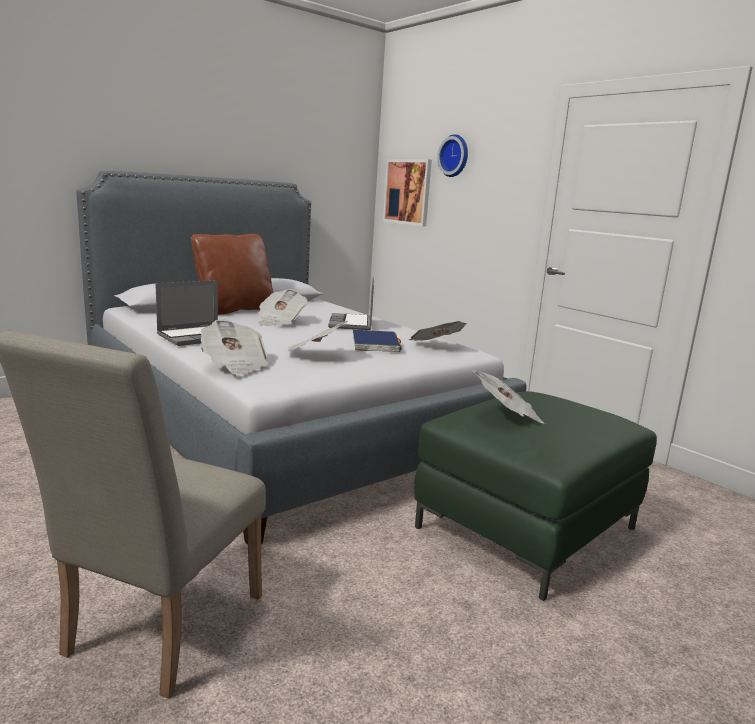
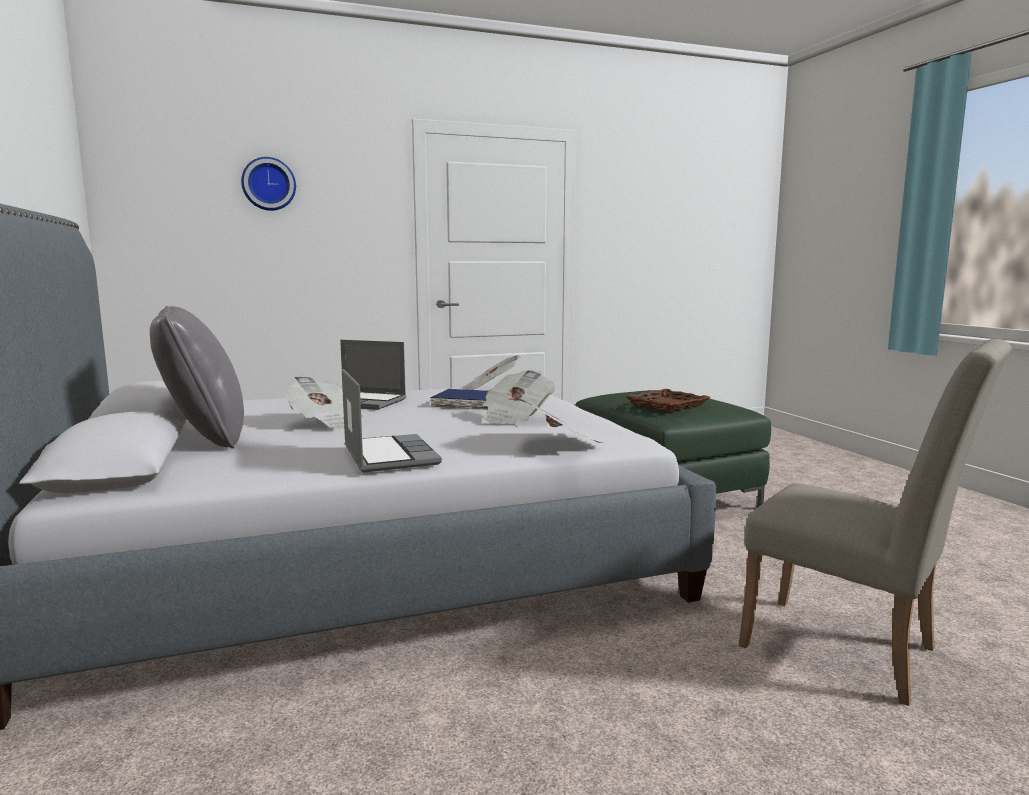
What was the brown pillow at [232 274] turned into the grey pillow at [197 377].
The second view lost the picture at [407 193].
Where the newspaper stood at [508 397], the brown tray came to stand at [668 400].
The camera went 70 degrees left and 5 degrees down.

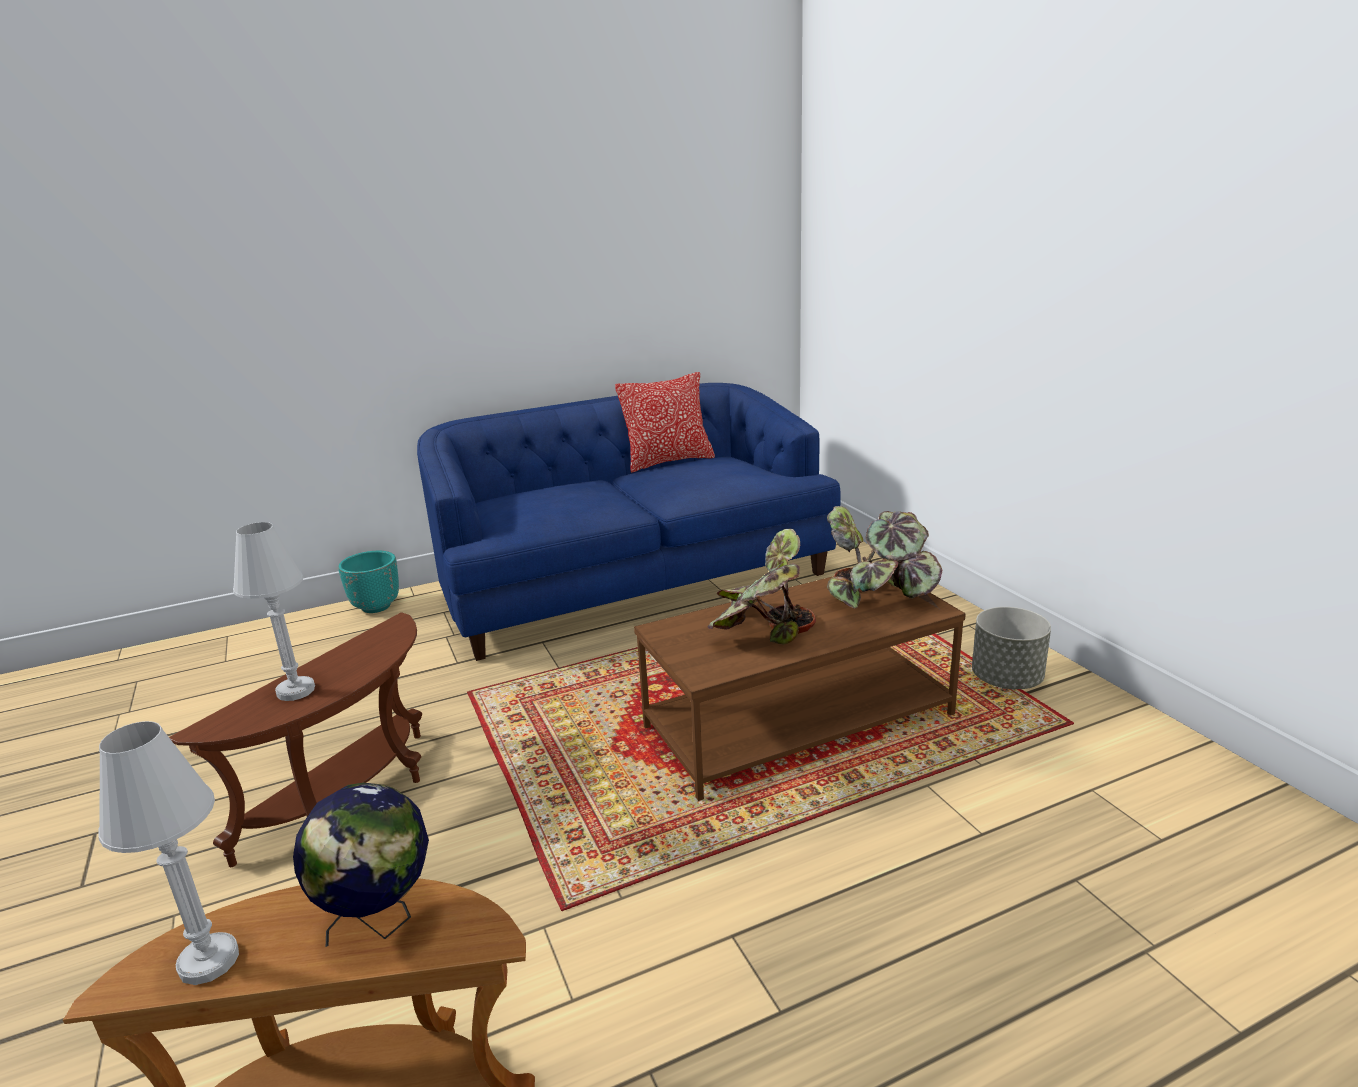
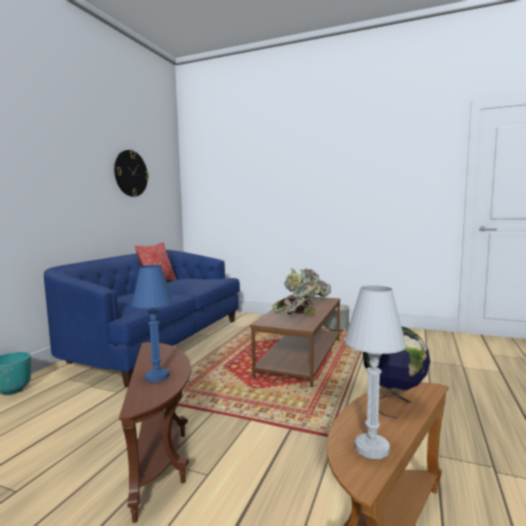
What was the white table lamp at [274 611] turned into the blue table lamp at [152 323].
The second view gained the wall clock at [131 173].
The camera went 45 degrees left and 15 degrees down.

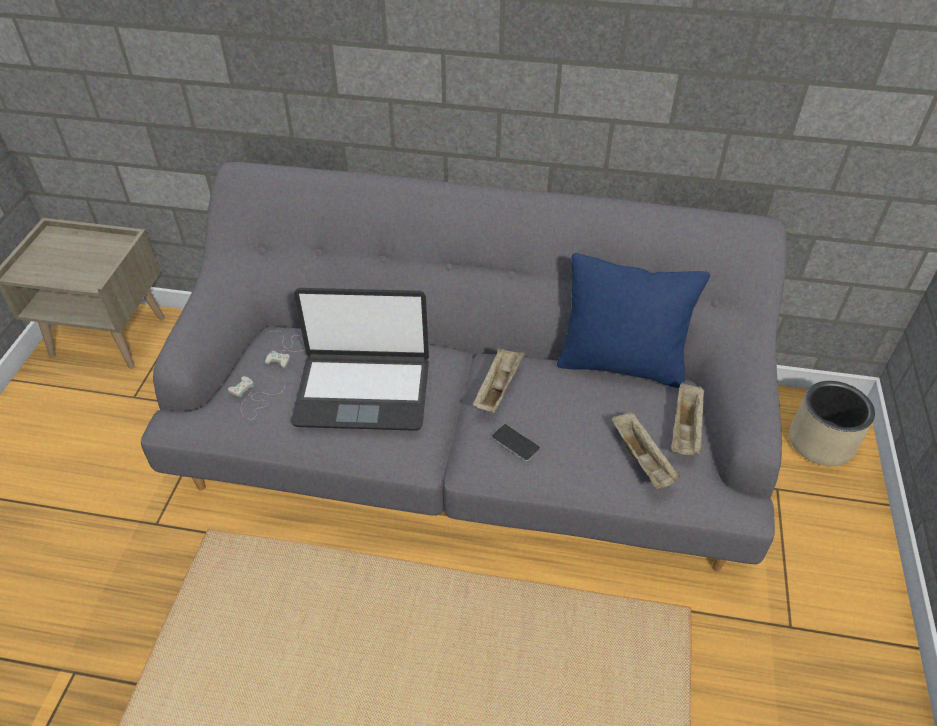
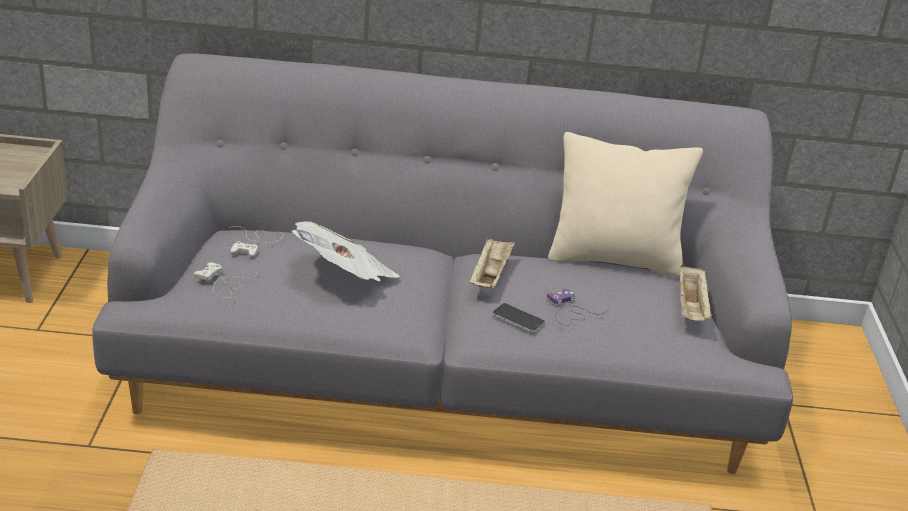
Where the laptop stood at [360 359], the newspaper came to stand at [345 251].
What was the blue pillow at [633 320] turned into the beige pillow at [625 204].
The second view lost the beige tray at [646 450].
The second view lost the beige planter at [832 423].
The second view gained the purple game controller at [577 307].
The camera went 10 degrees left and 15 degrees down.

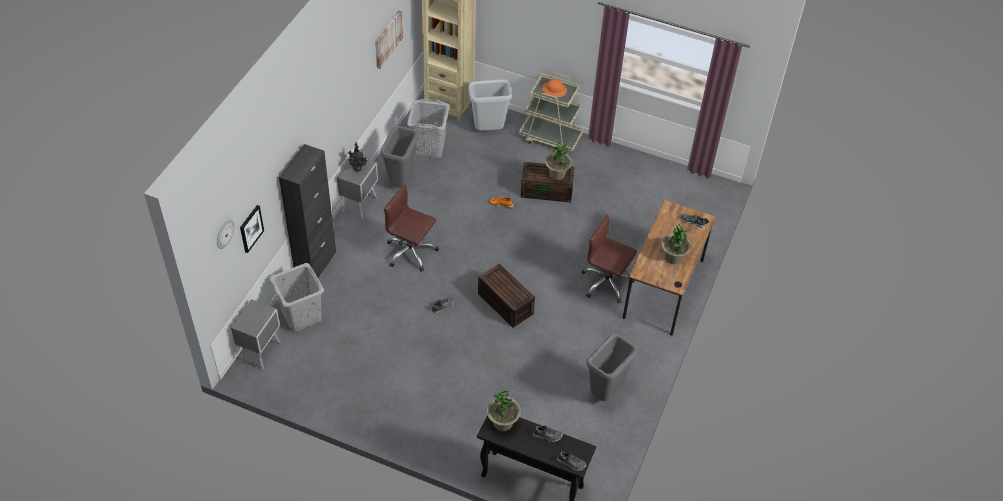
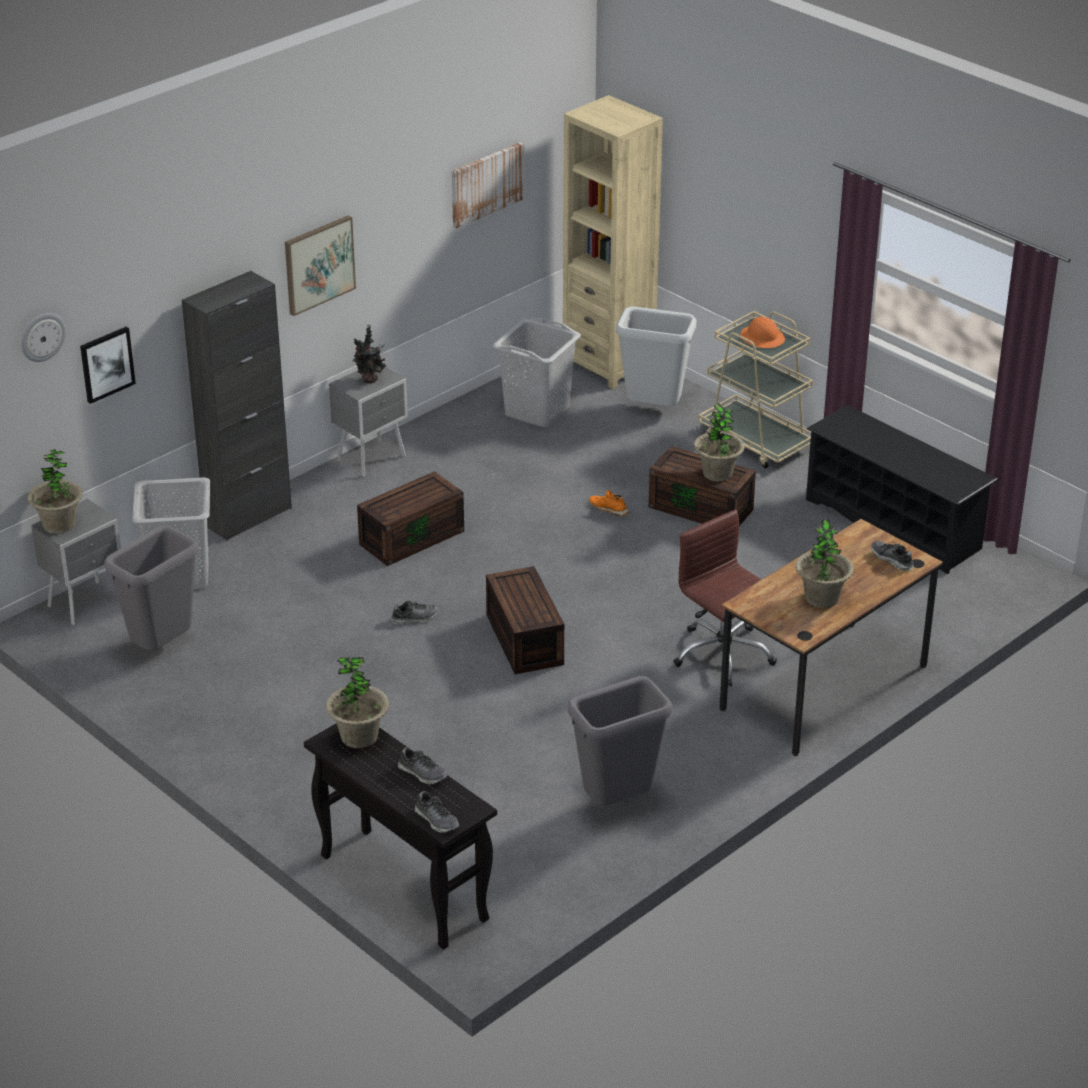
The grey trash can ended up elsewhere, having gone from [399 156] to [151 587].
Where the brown office chair stood at [411 228], the brown storage box came to stand at [410 518].
The second view gained the potted plant at [55 491].
The second view gained the picture at [320 265].
The second view gained the black shoe rack at [902 489].
The camera went 25 degrees right and 15 degrees down.

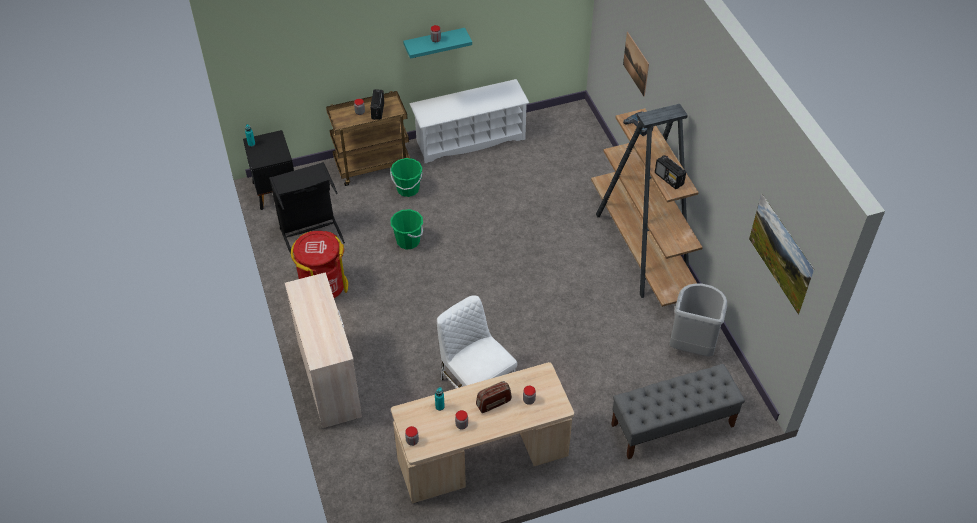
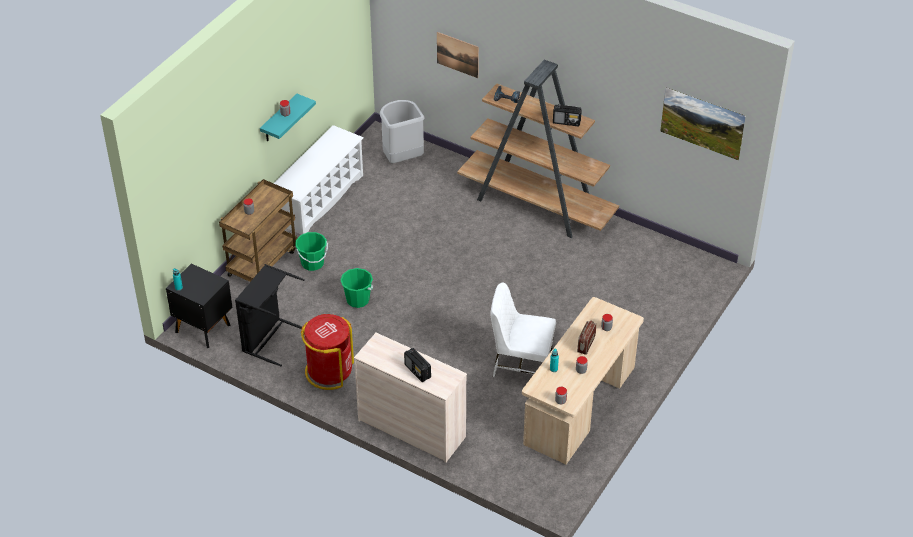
The radio ended up elsewhere, having gone from [377 104] to [417 365].
The second view lost the grey bench at [678 411].
The grey trash can ended up elsewhere, having gone from [698 320] to [402 131].
The camera went 40 degrees left and 5 degrees down.

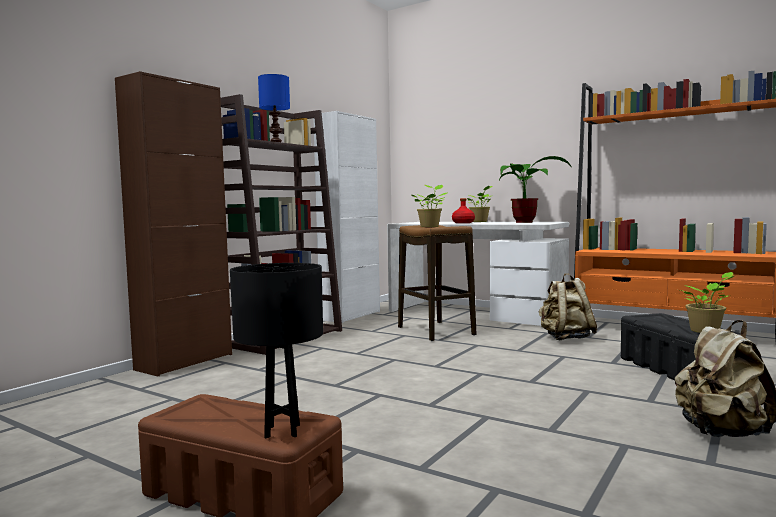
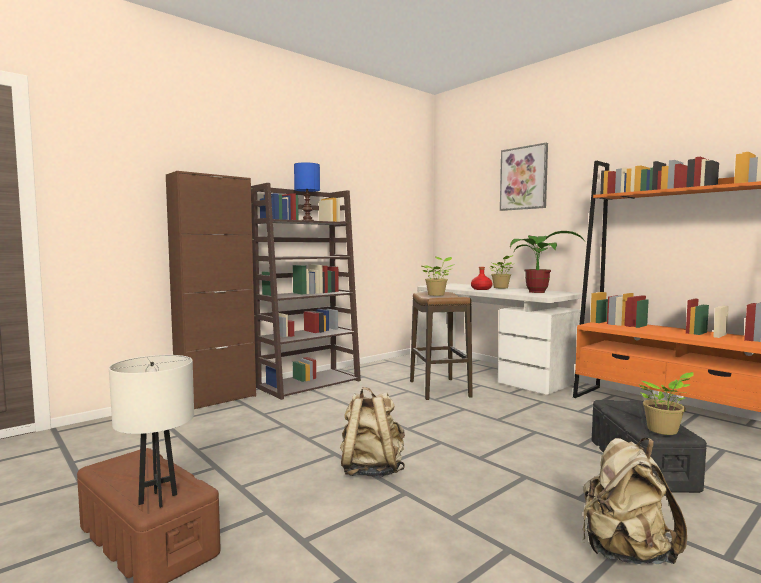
What was the black table lamp at [276 350] turned into the white table lamp at [151 431].
The second view lost the white cabinet at [346 217].
The beige backpack ended up elsewhere, having gone from [568 306] to [372 432].
The second view gained the picture at [524 177].
The camera went 15 degrees right and 0 degrees up.

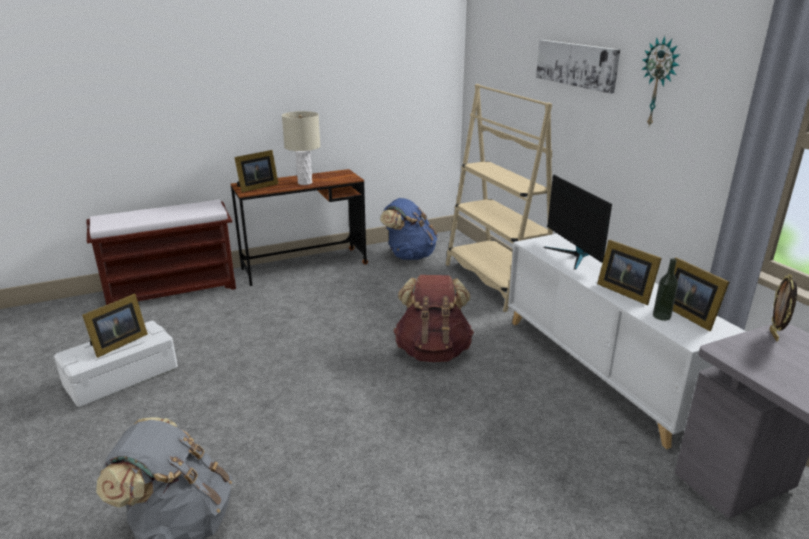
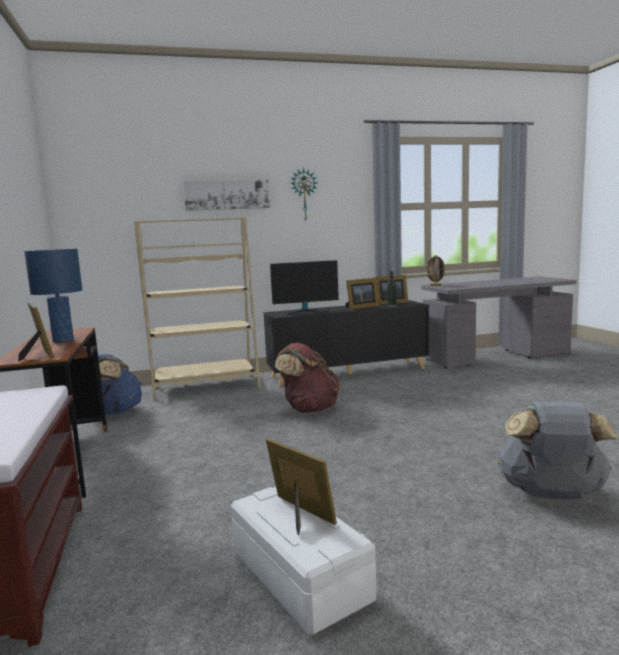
What was the beige table lamp at [301 148] turned into the blue table lamp at [53 296].
What was the white cabinet at [627 341] turned into the black cabinet at [346 343].
The camera went 80 degrees left and 15 degrees down.

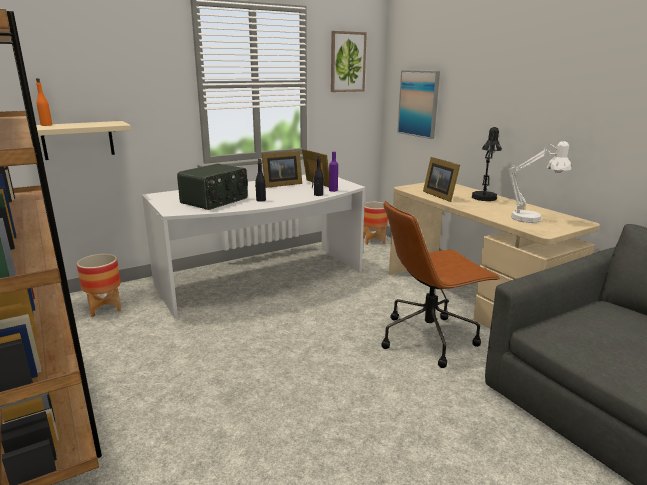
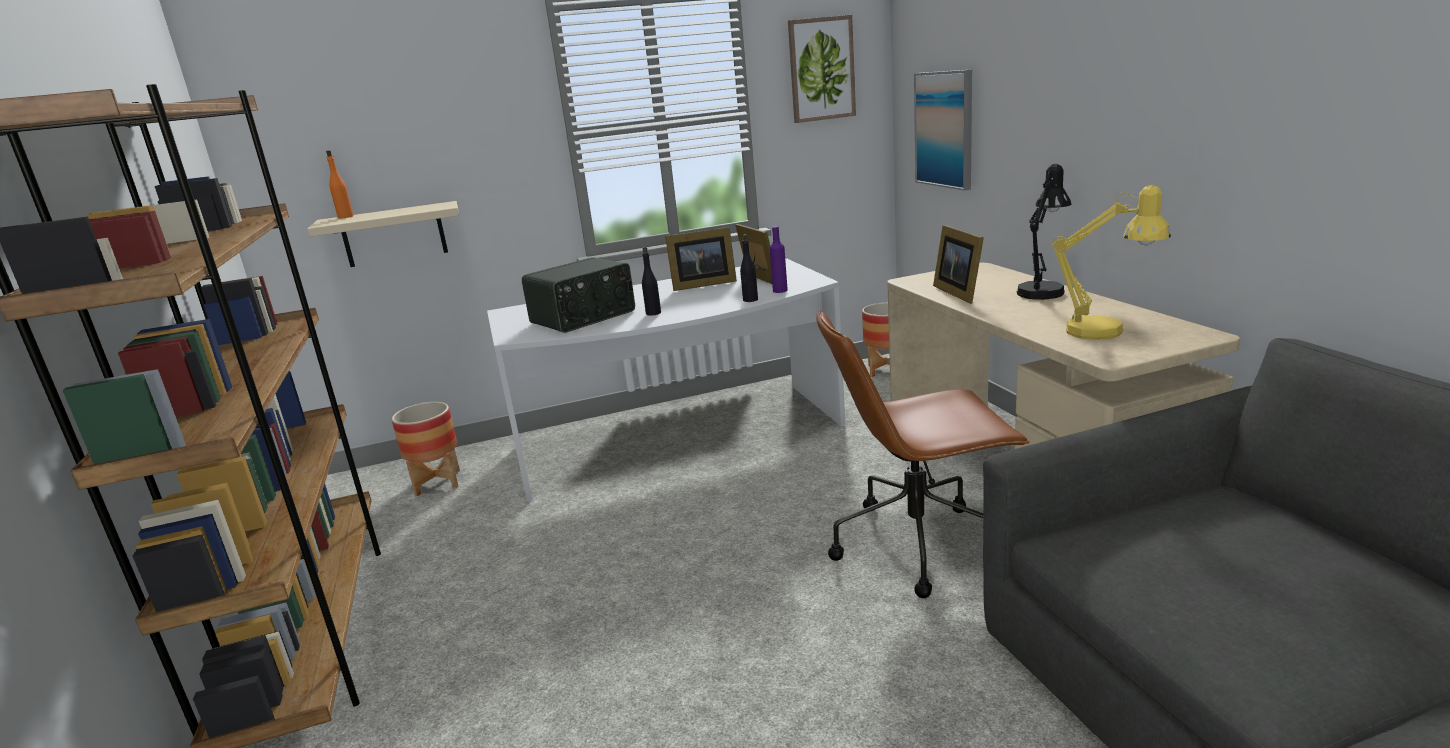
What was the white table lamp at [539 182] turned into the yellow table lamp at [1111 262].
The camera went 15 degrees right and 0 degrees up.

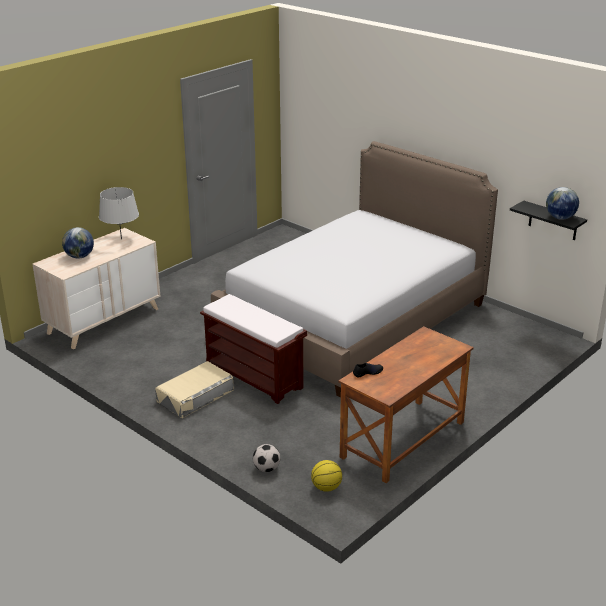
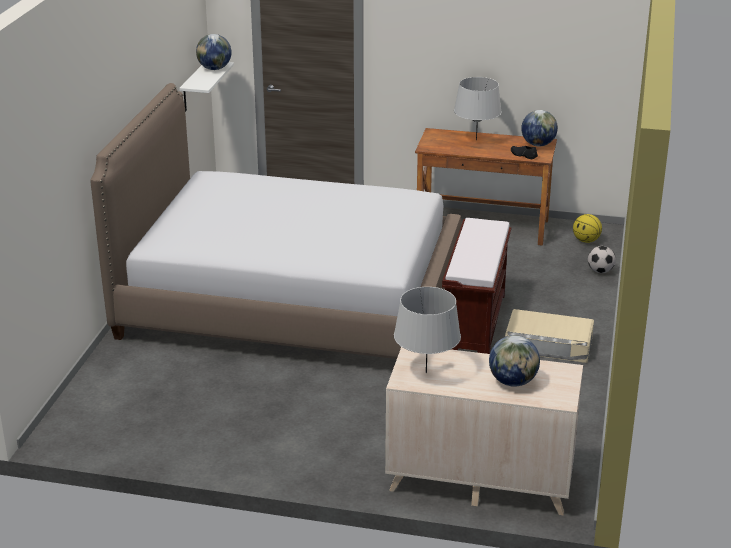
What was the black shelf at [548 220] turned into the white shelf at [206 86].
The second view gained the grey table lamp at [478 108].
The second view gained the globe at [539 128].
The camera went 120 degrees left and 0 degrees up.

